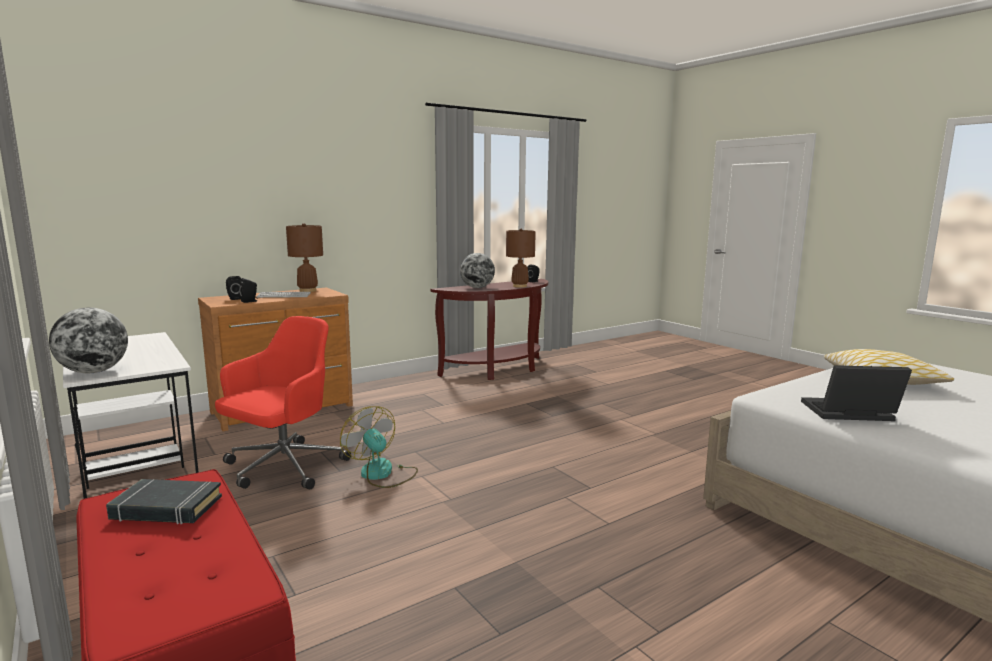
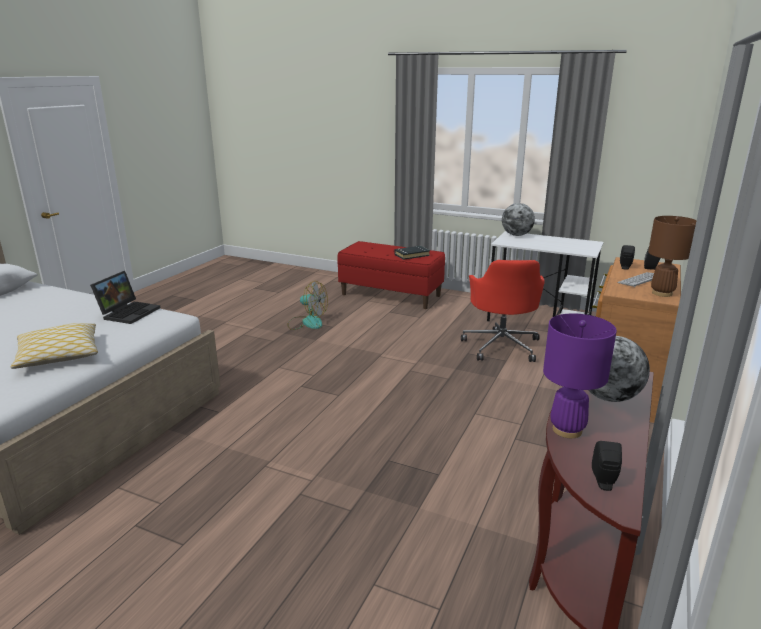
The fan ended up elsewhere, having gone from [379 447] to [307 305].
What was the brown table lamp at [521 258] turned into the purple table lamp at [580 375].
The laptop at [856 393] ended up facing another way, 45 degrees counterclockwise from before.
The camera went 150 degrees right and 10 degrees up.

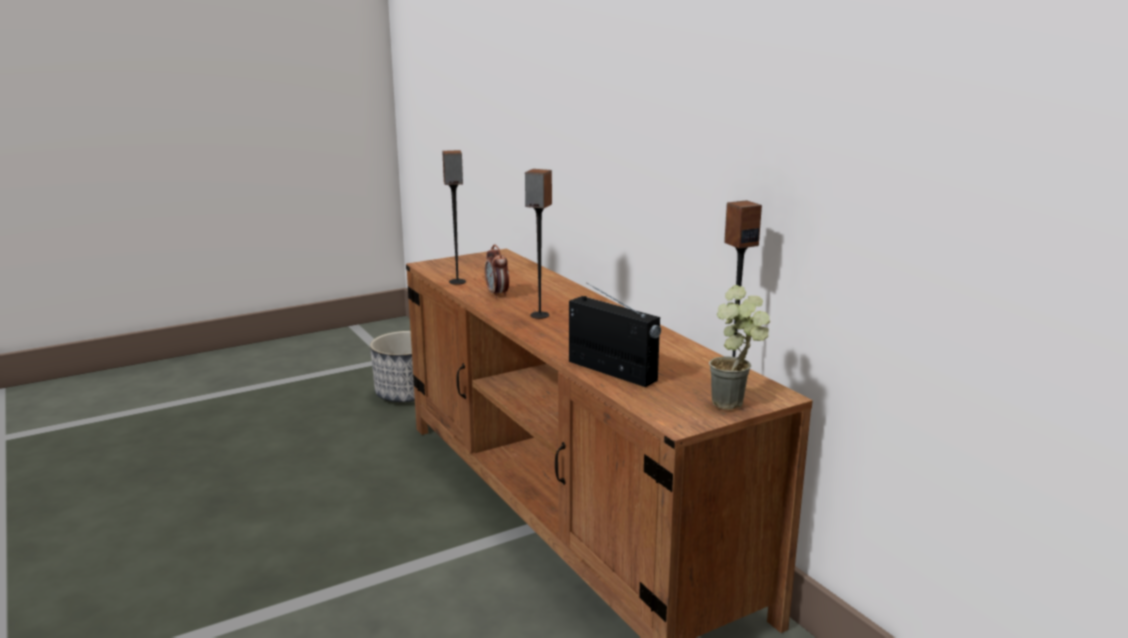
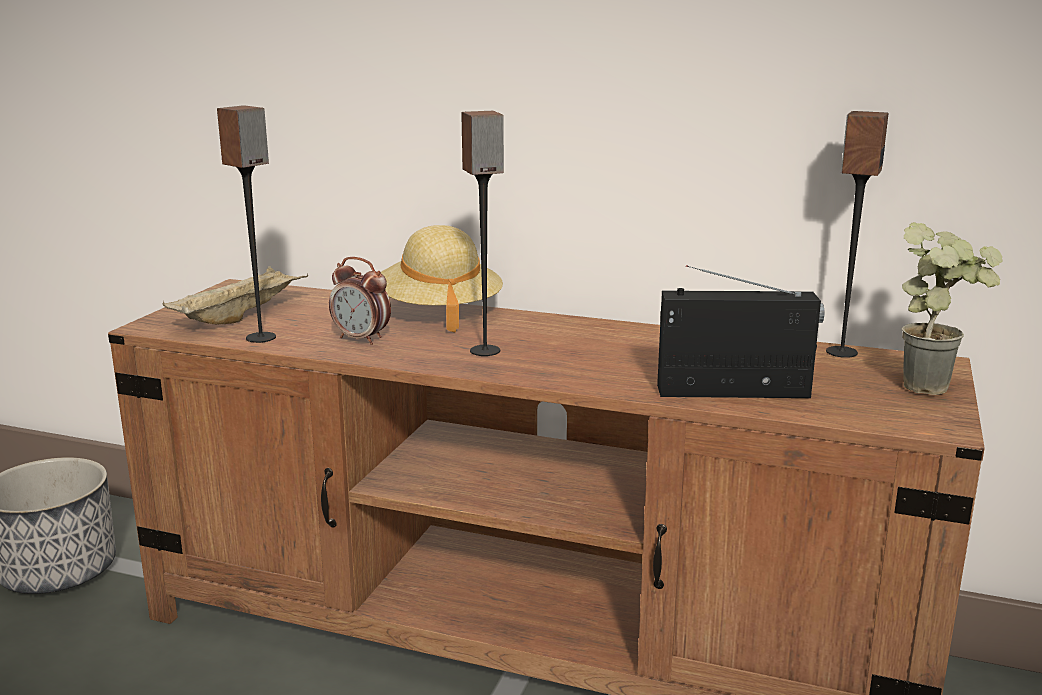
The second view gained the beige tray at [235 295].
The second view gained the beige hat at [442 278].
The camera went 40 degrees left and 0 degrees up.

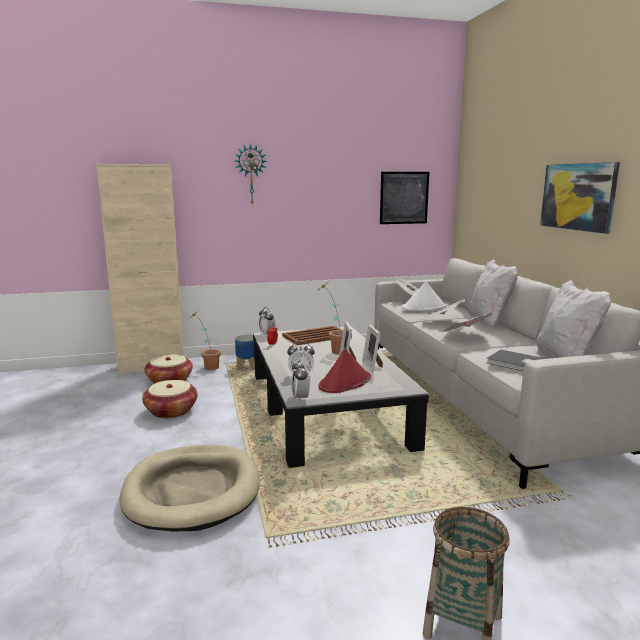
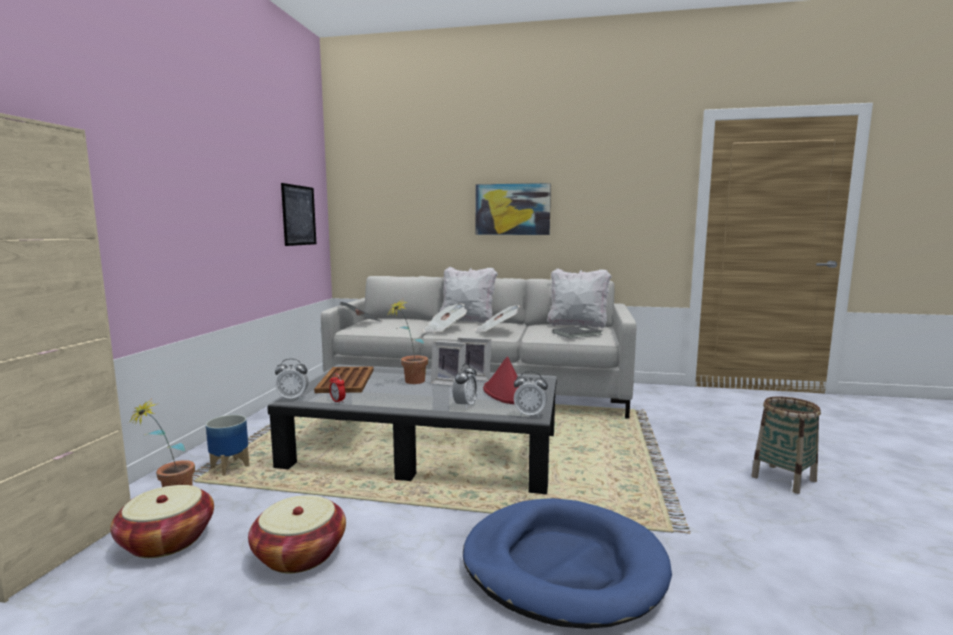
What was the beige dog bed at [190 488] turned into the blue dog bed at [567 563].
The second view lost the wall clock at [251 174].
The second view lost the white hat at [424 295].
The camera went 65 degrees left and 5 degrees down.

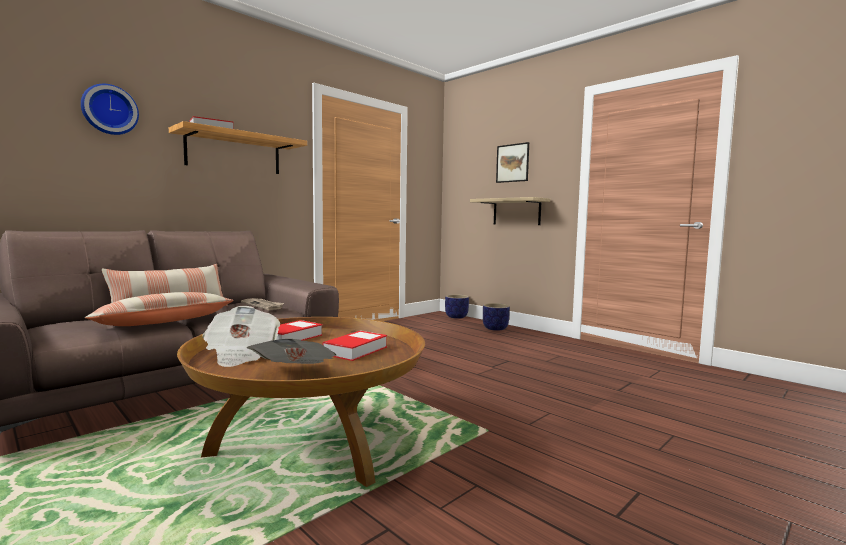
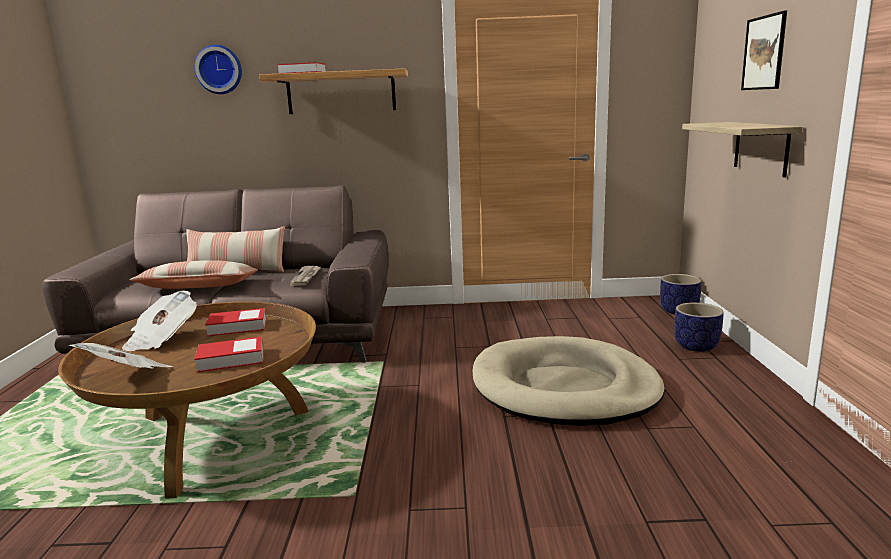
The second view gained the beige dog bed at [569 381].
The camera went 45 degrees right and 10 degrees up.

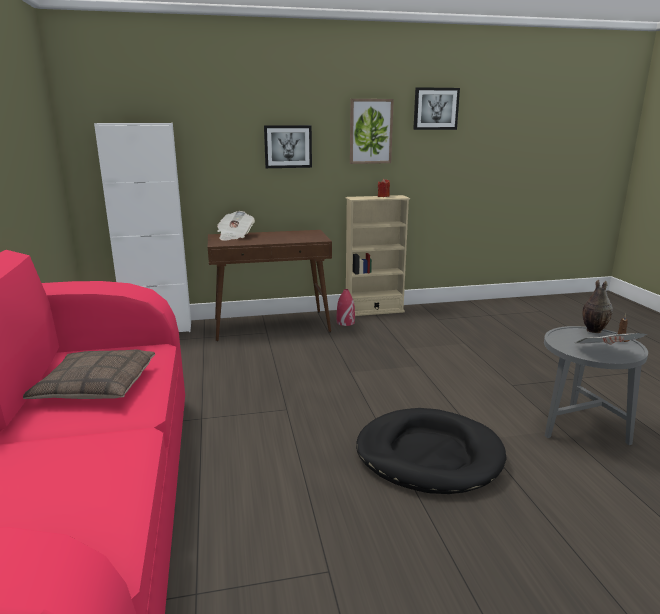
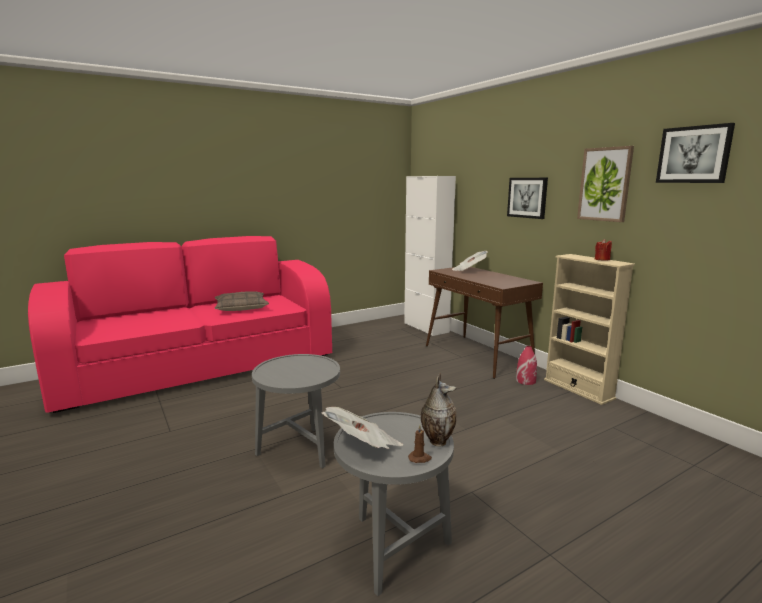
Where the black dog bed stood at [431 451], the grey side table came to stand at [296 411].
The camera went 70 degrees right and 5 degrees down.

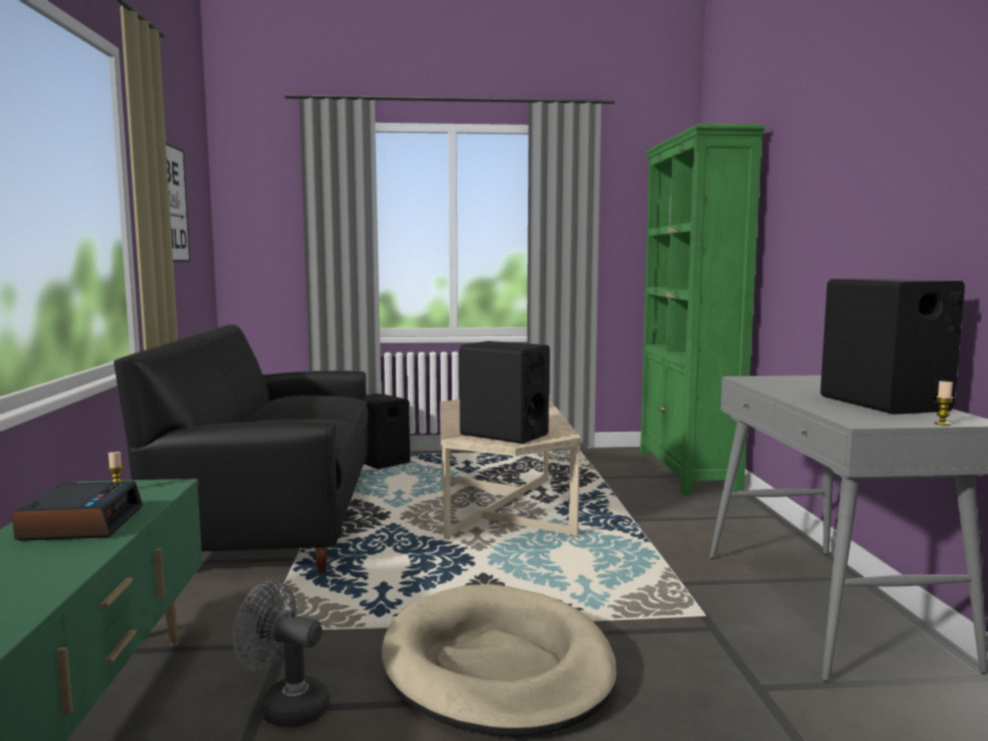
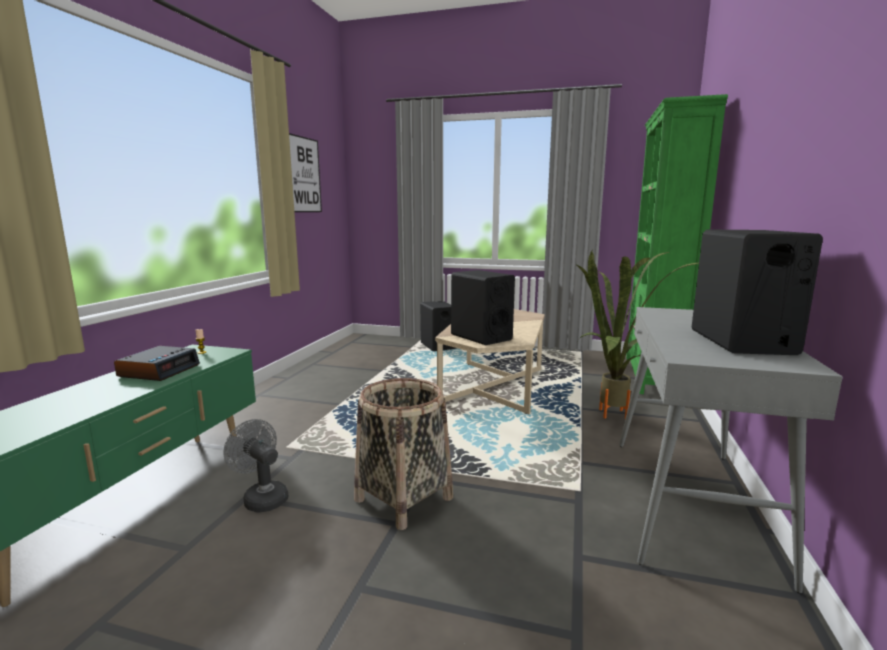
The second view lost the black sofa at [241 448].
Where the beige dog bed stood at [499 660], the basket came to stand at [403 454].
The second view lost the candle at [943 403].
The second view gained the potted plant at [637 335].
The camera went 20 degrees right and 5 degrees up.

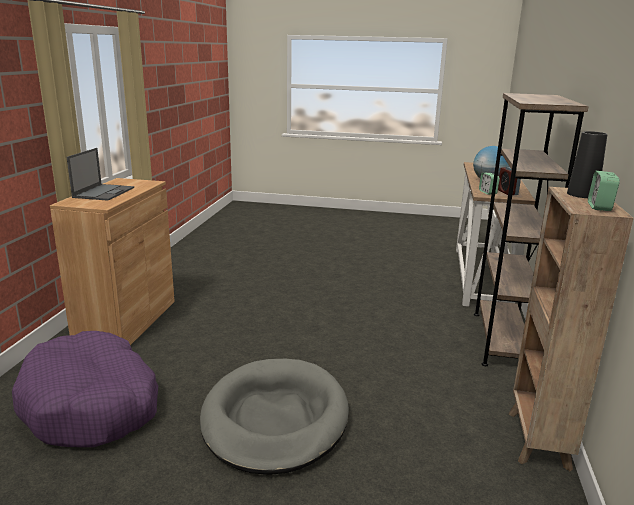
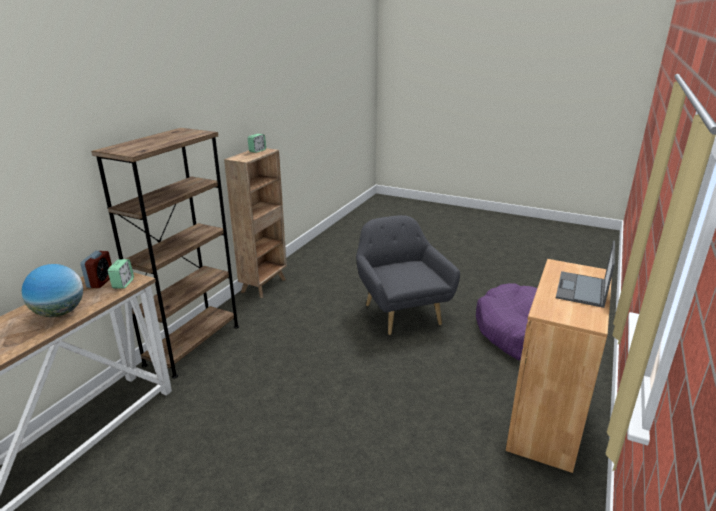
Where the grey dog bed stood at [274 417], the grey armchair came to stand at [408 275].
The second view lost the black vase at [587 164].
The camera went 165 degrees left and 5 degrees up.

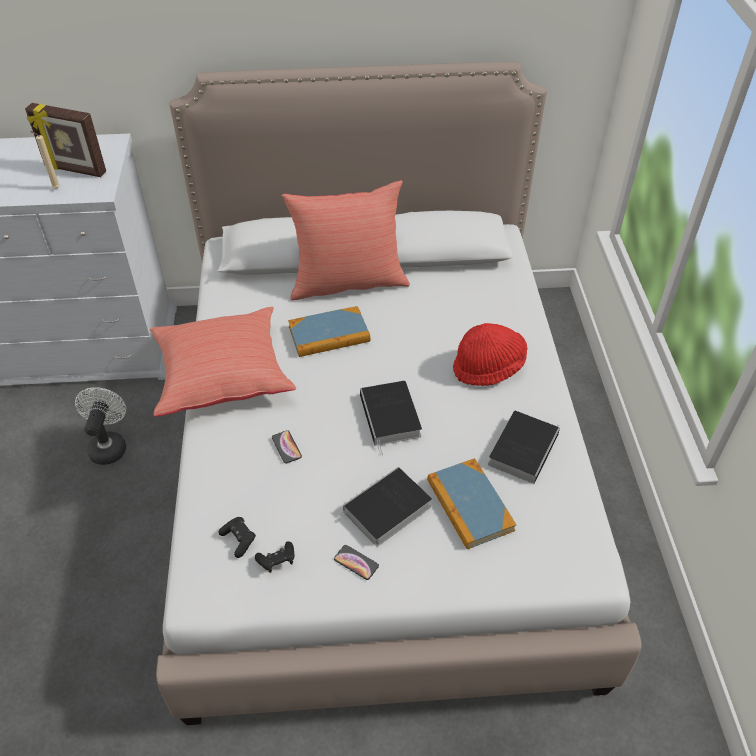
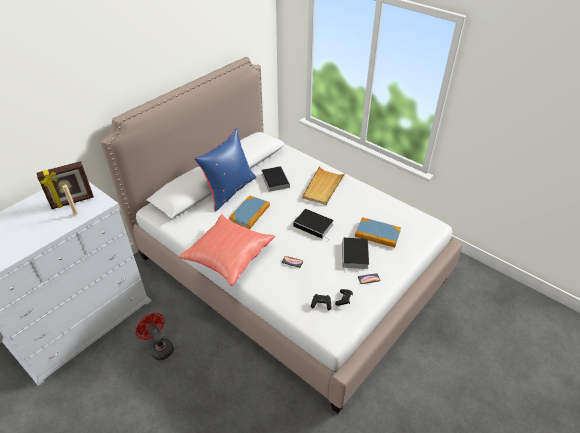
What was the white fan at [100 426] turned into the red fan at [155 336].
What was the red pillow at [346 240] turned into the blue pillow at [225 169].
Where the red hat stood at [490 354], the beige tray came to stand at [323 185].
The book ended up elsewhere, having gone from [524 447] to [275 179].
The camera went 45 degrees left and 5 degrees down.

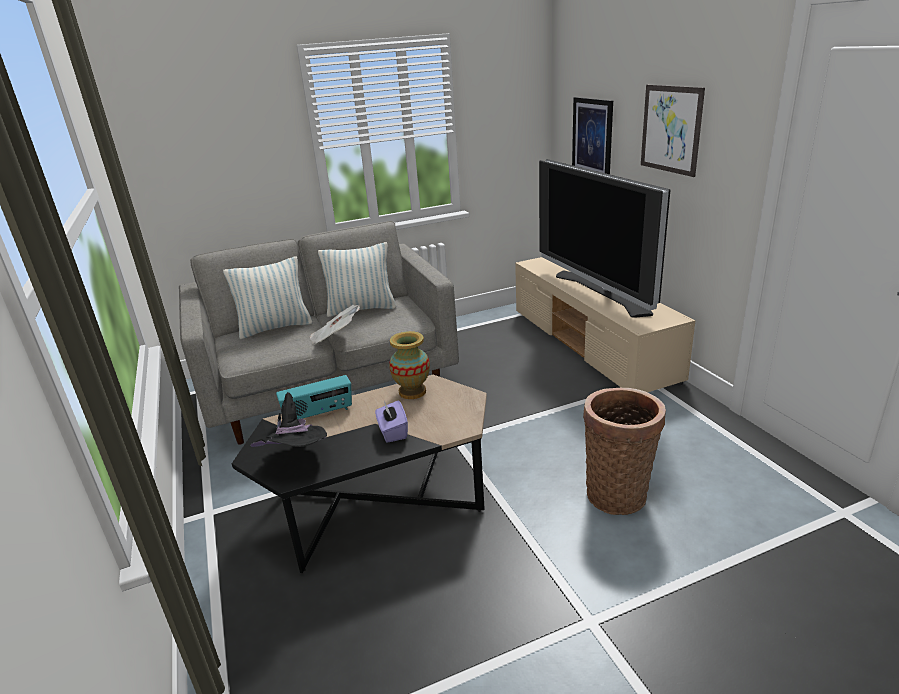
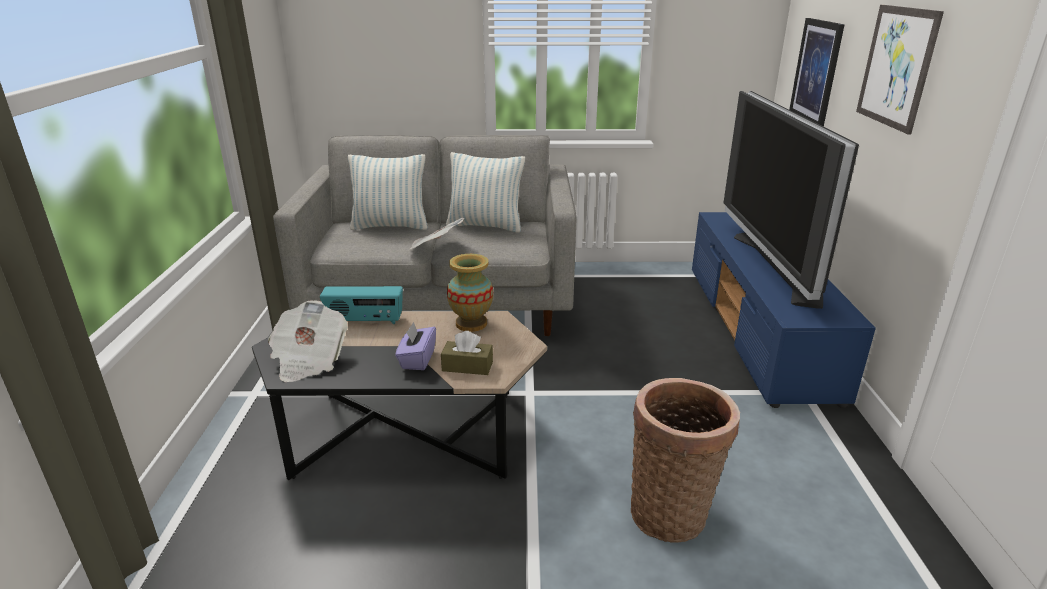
Where the black hat stood at [288 419], the newspaper came to stand at [308 341].
What was the beige tv stand at [605 324] turned into the blue tv stand at [784 310].
The second view gained the brown tissue box at [467 353].
The camera went 20 degrees right and 0 degrees up.

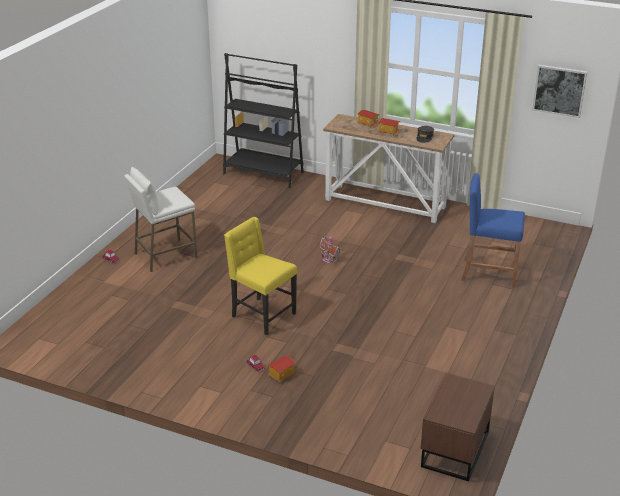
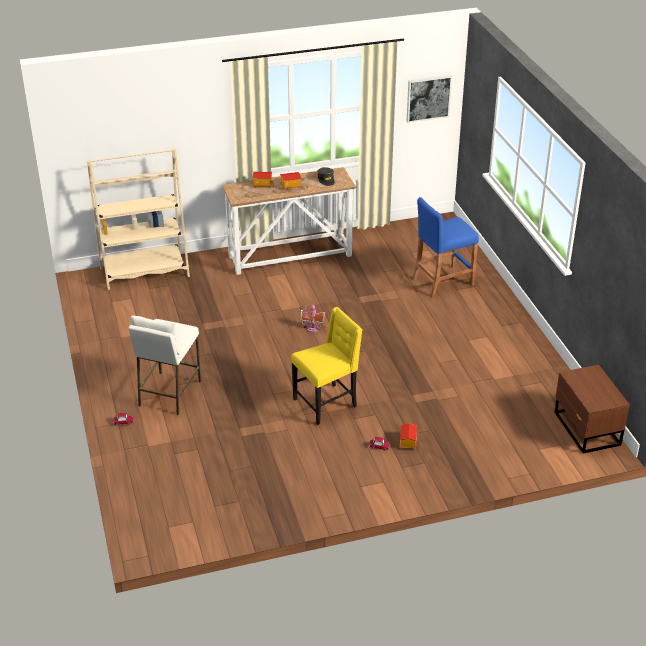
What was the black bookcase at [263 120] turned into the beige bookcase at [138 219].
The yellow chair at [260 276] ended up facing another way, 150 degrees clockwise from before.
The camera went 40 degrees left and 5 degrees up.

